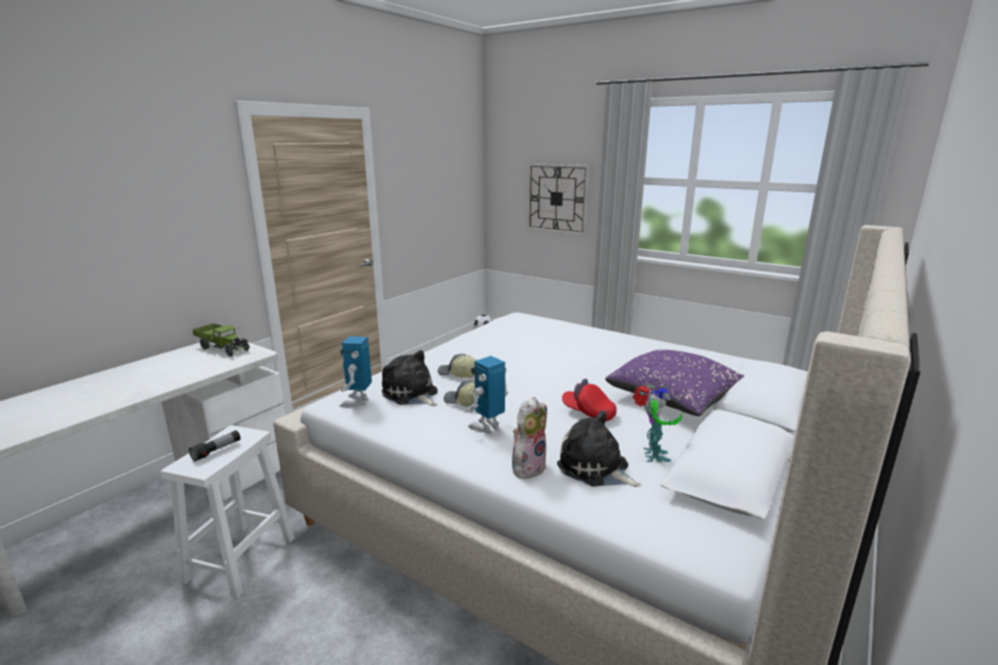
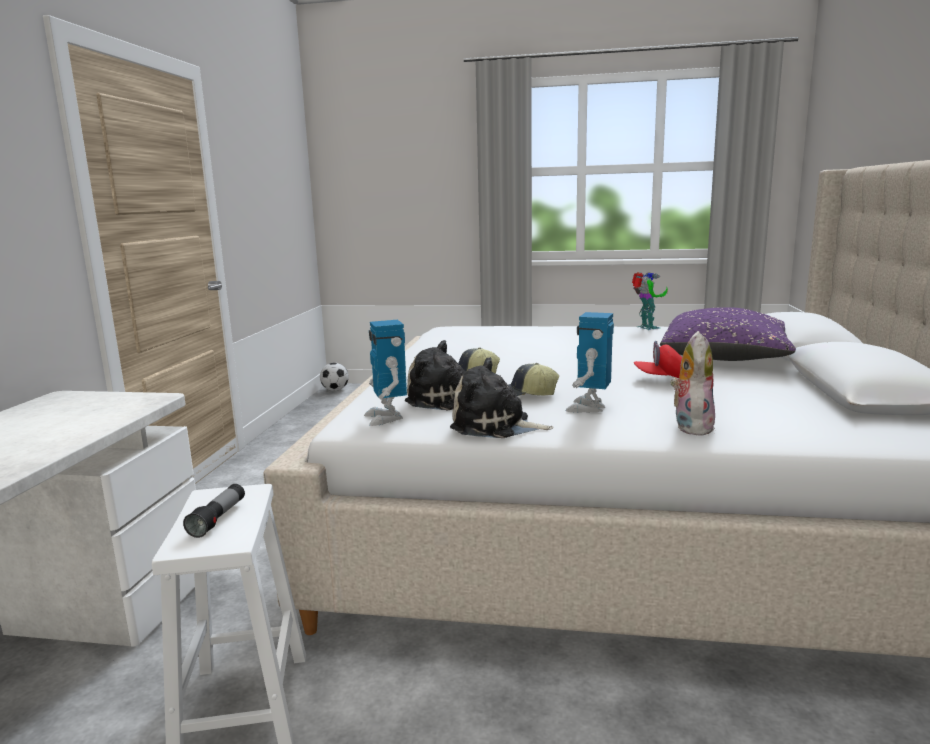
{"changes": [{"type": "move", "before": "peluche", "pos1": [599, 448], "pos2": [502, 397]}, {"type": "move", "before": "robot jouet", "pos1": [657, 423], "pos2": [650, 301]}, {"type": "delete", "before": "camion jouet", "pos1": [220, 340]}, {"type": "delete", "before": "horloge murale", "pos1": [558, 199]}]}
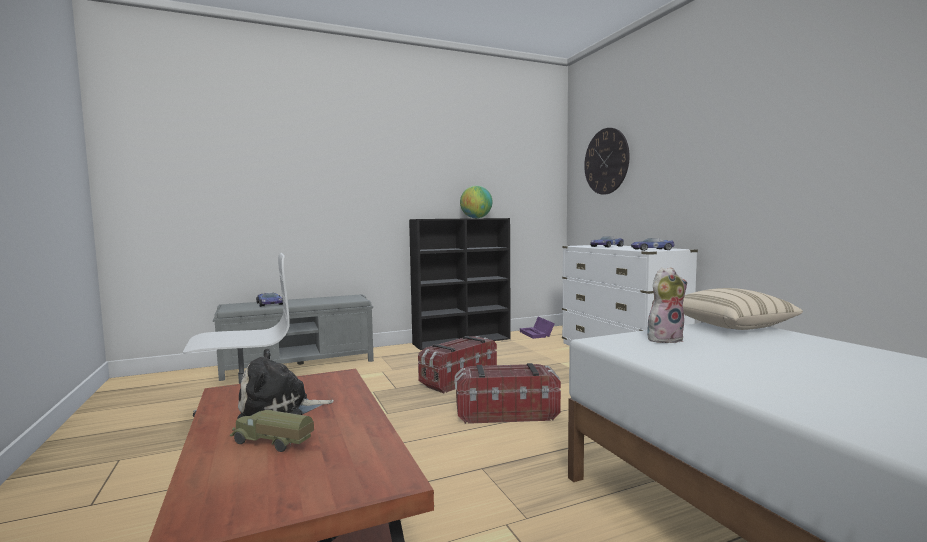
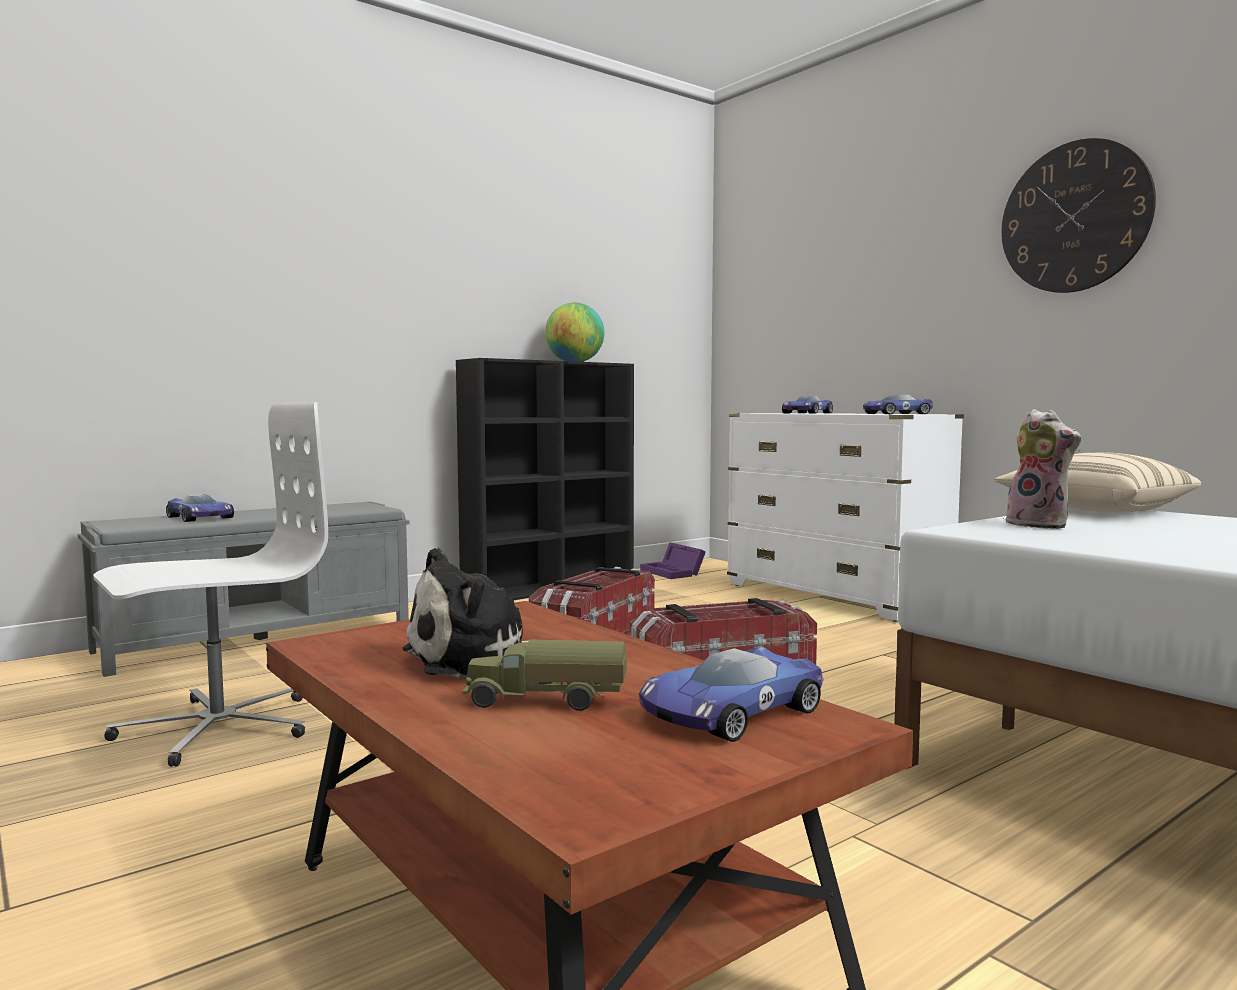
{"changes": [{"type": "insert", "after": "petite voiture", "pos2": [731, 694]}, {"type": "move", "before": "horloge murale", "pos1": [607, 161], "pos2": [1078, 215]}, {"type": "rotate", "before": "peluche", "pos1": [667, 305], "pos2": [1042, 469], "turn": 90}]}
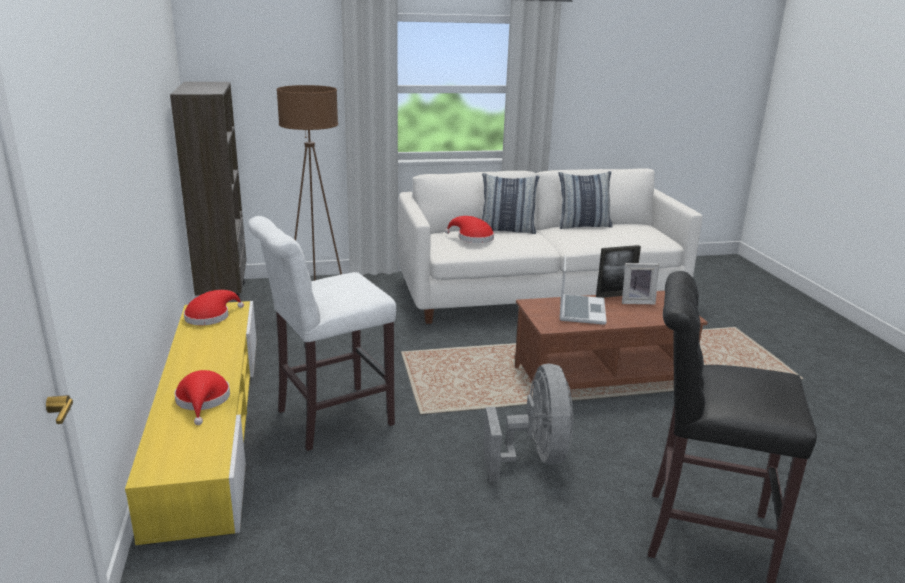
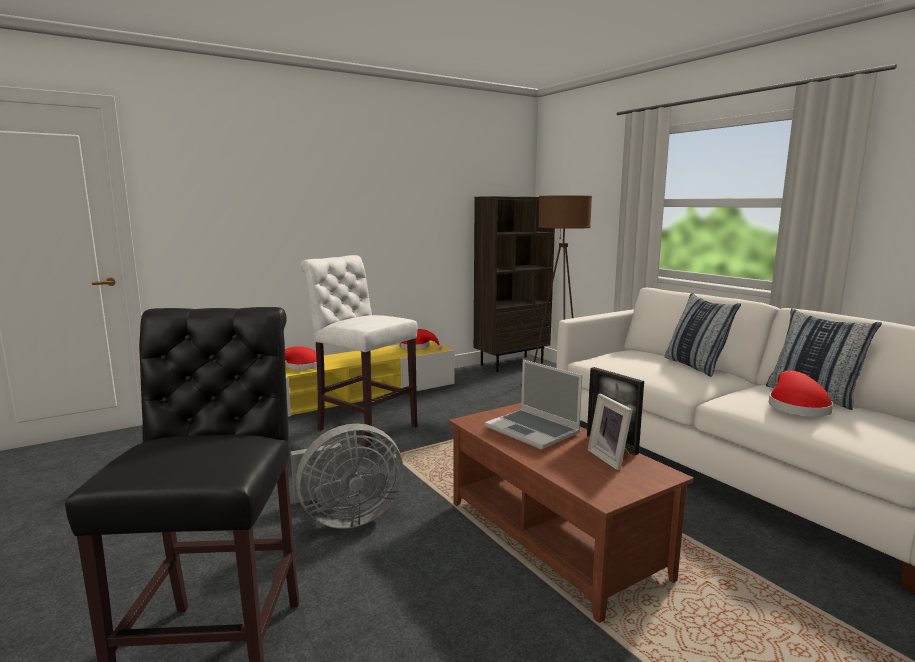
{"changes": [{"type": "rotate", "before": "ordinateur portable", "pos1": [583, 290], "pos2": [533, 404], "turn": 60}, {"type": "move", "before": "chapeau (rouge)", "pos1": [469, 229], "pos2": [801, 393]}]}
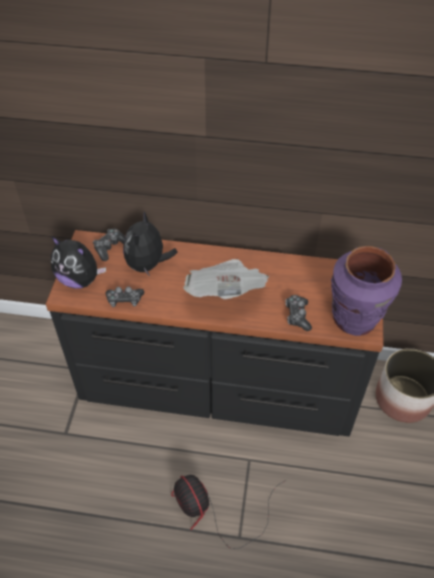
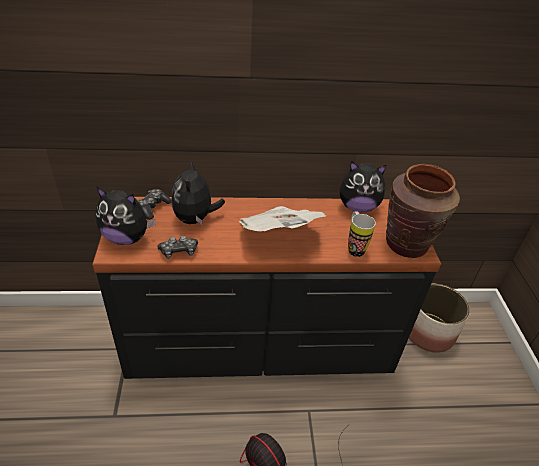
{"changes": [{"type": "insert", "after": "peluche", "pos2": [363, 186]}, {"type": "replace", "before": "manette", "after": "mug", "pos1": [298, 313], "pos2": [362, 234]}, {"type": "recolor", "before": "vase (violet)", "after": "vase (marron)", "pos1": [366, 291], "pos2": [423, 211]}]}
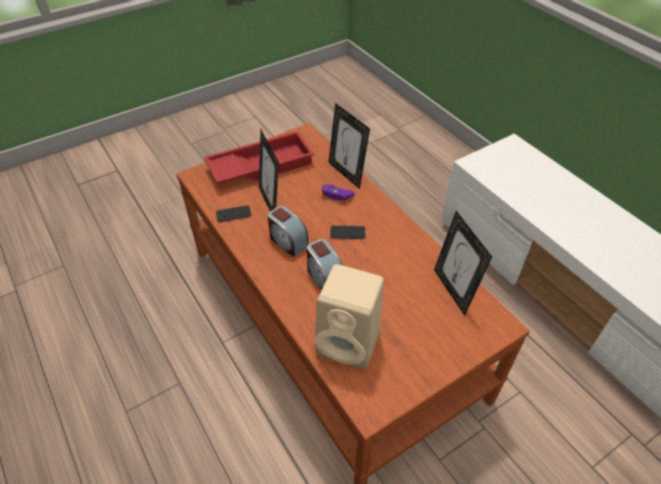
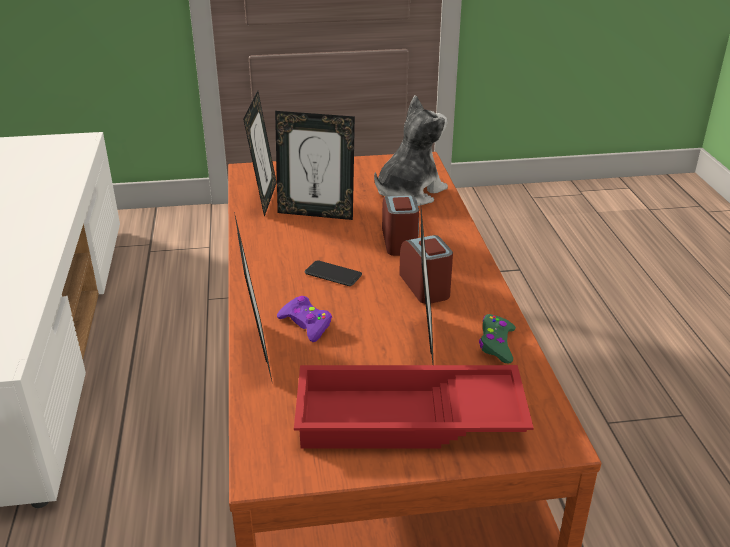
{"changes": [{"type": "insert", "after": "cadre photo", "pos2": [315, 165]}, {"type": "replace", "before": "enceinte (beige)", "after": "peluche", "pos1": [349, 316], "pos2": [411, 150]}, {"type": "replace", "before": "téléphone", "after": "manette (vert)", "pos1": [233, 213], "pos2": [497, 338]}]}
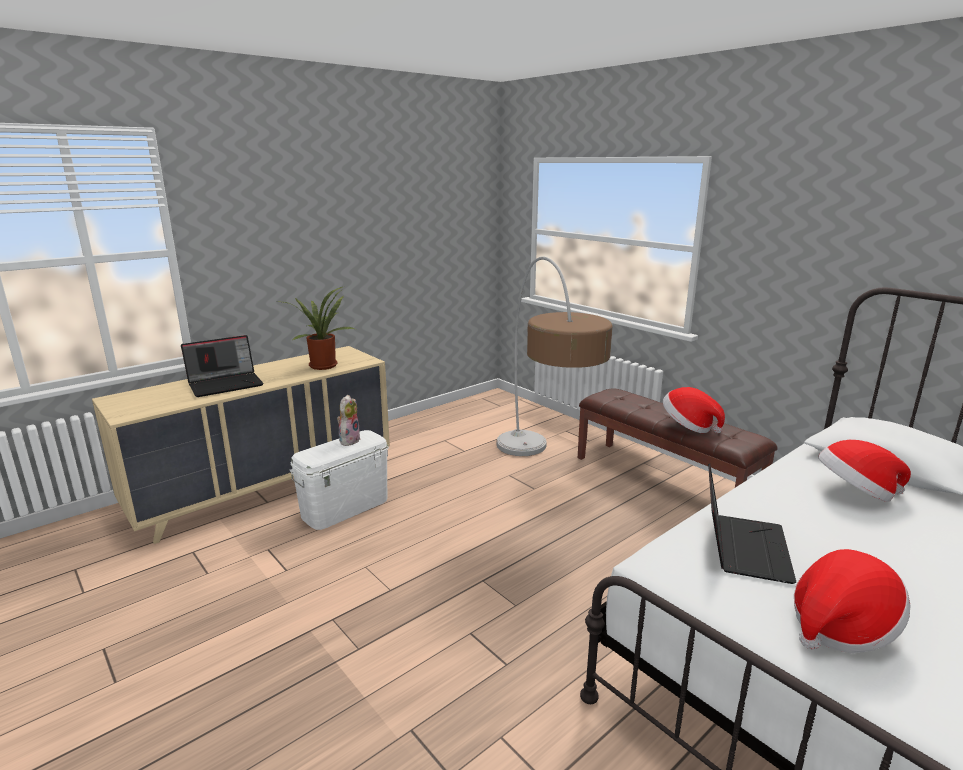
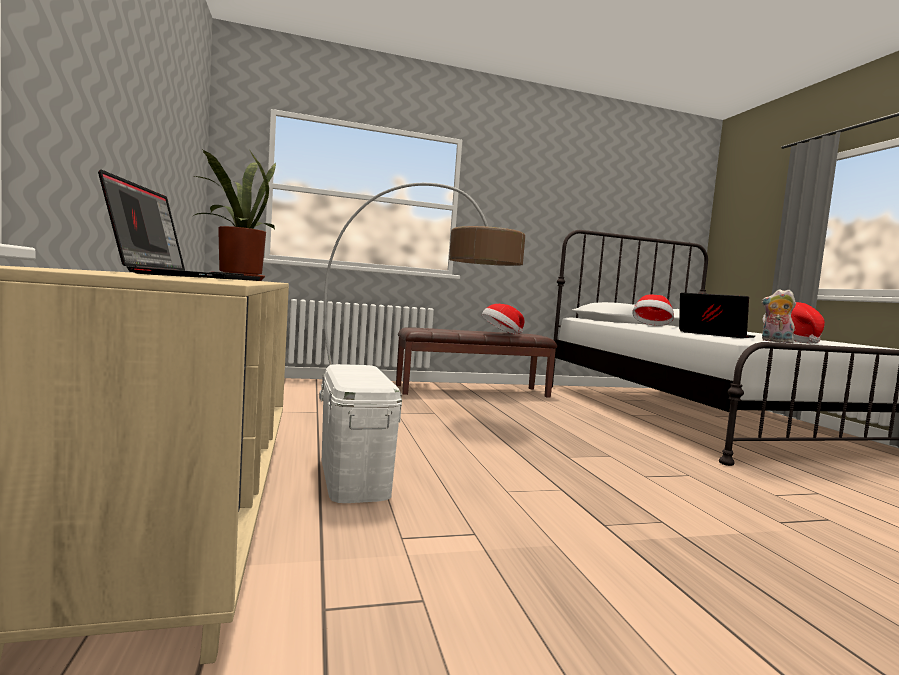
{"changes": [{"type": "move", "before": "peluche", "pos1": [348, 420], "pos2": [778, 316]}]}
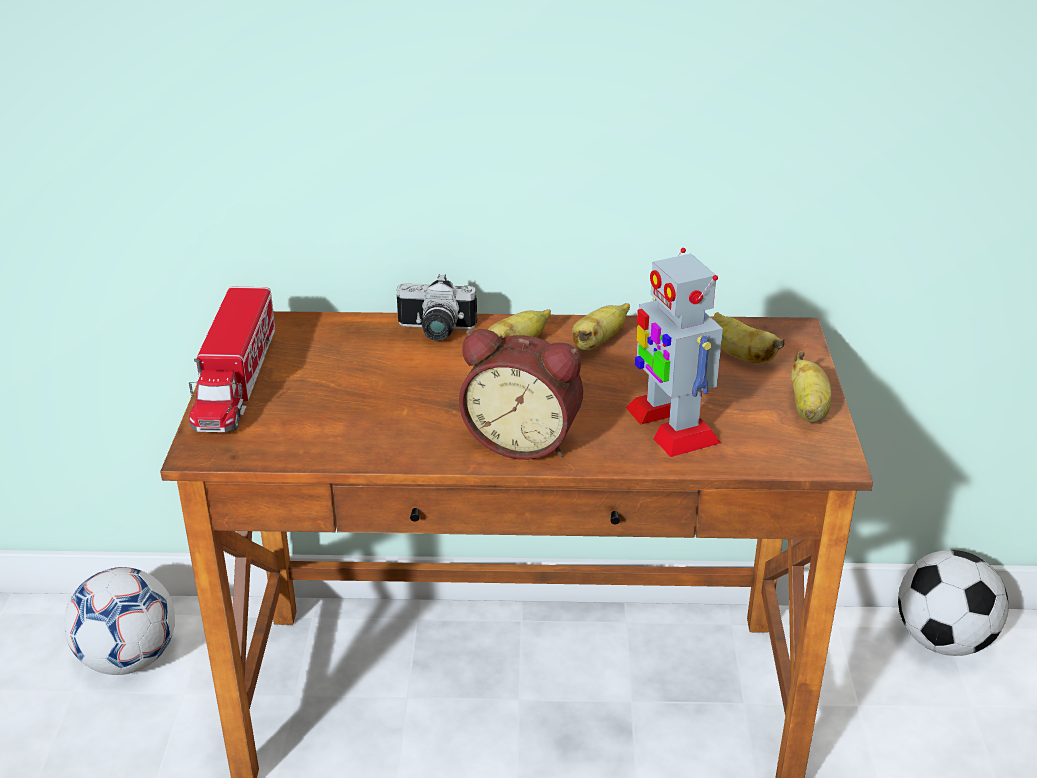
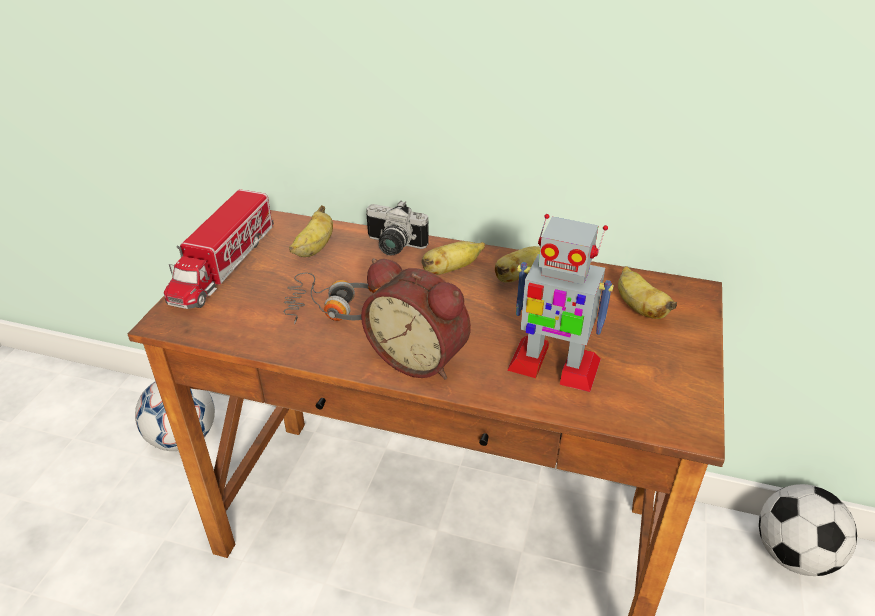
{"changes": [{"type": "insert", "after": "casque audio", "pos2": [331, 298]}, {"type": "move", "before": "banane", "pos1": [811, 387], "pos2": [311, 231]}, {"type": "rotate", "before": "robot jouet", "pos1": [674, 352], "pos2": [560, 303], "turn": -60}]}
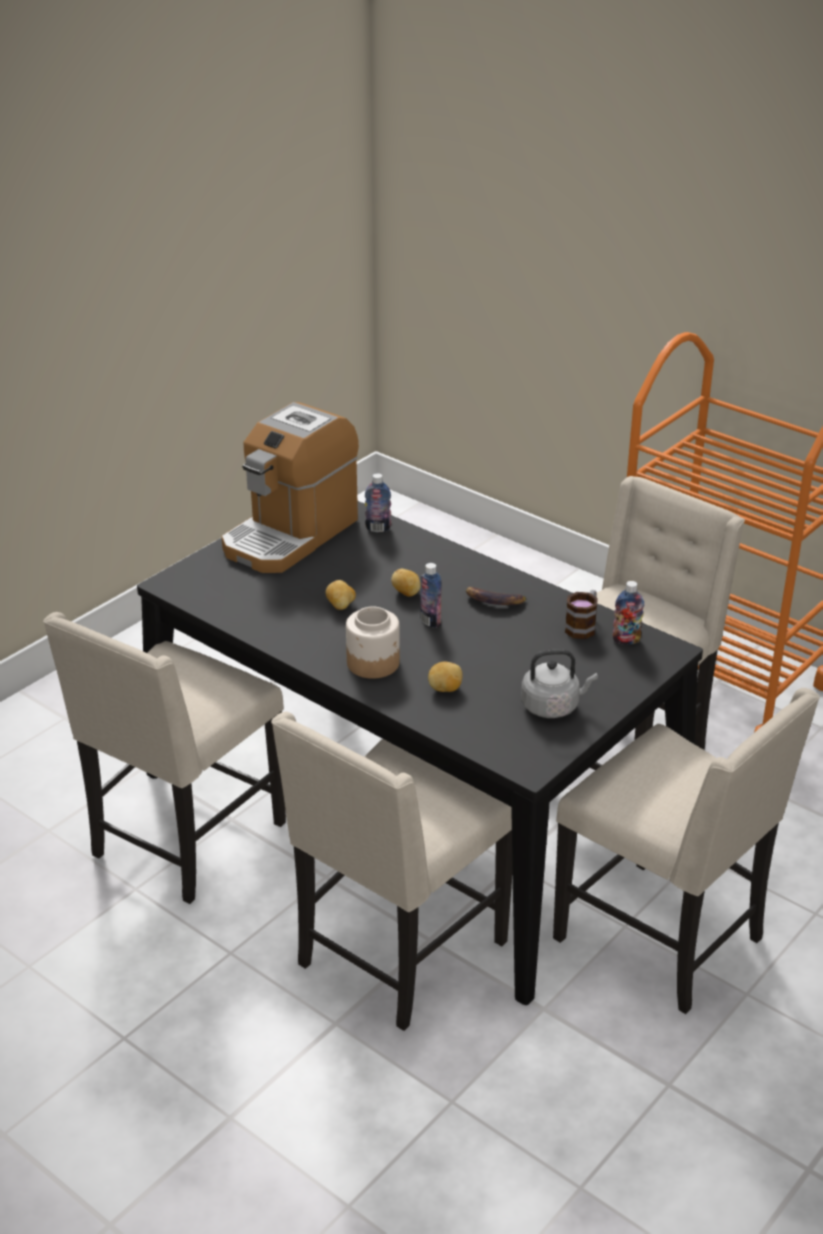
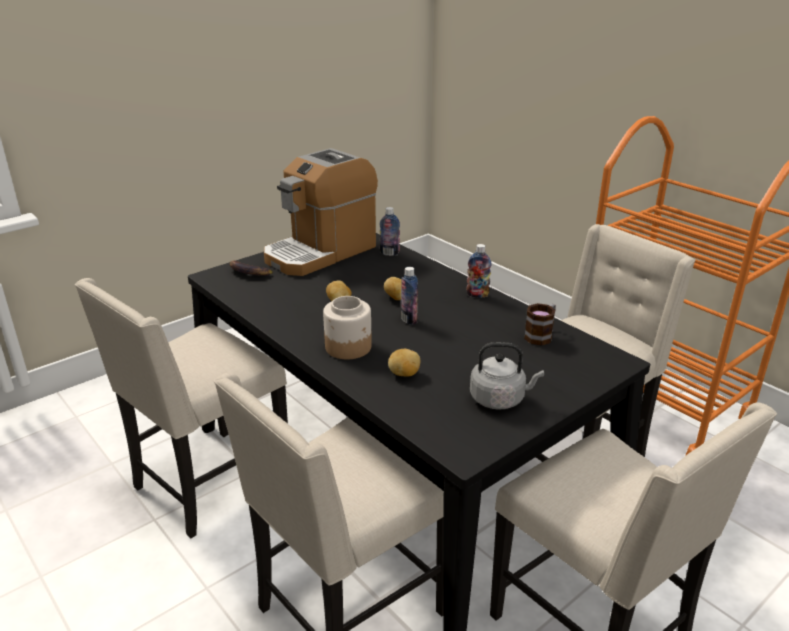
{"changes": [{"type": "move", "before": "banane", "pos1": [496, 595], "pos2": [251, 268]}, {"type": "move", "before": "bouteille", "pos1": [628, 613], "pos2": [479, 271]}]}
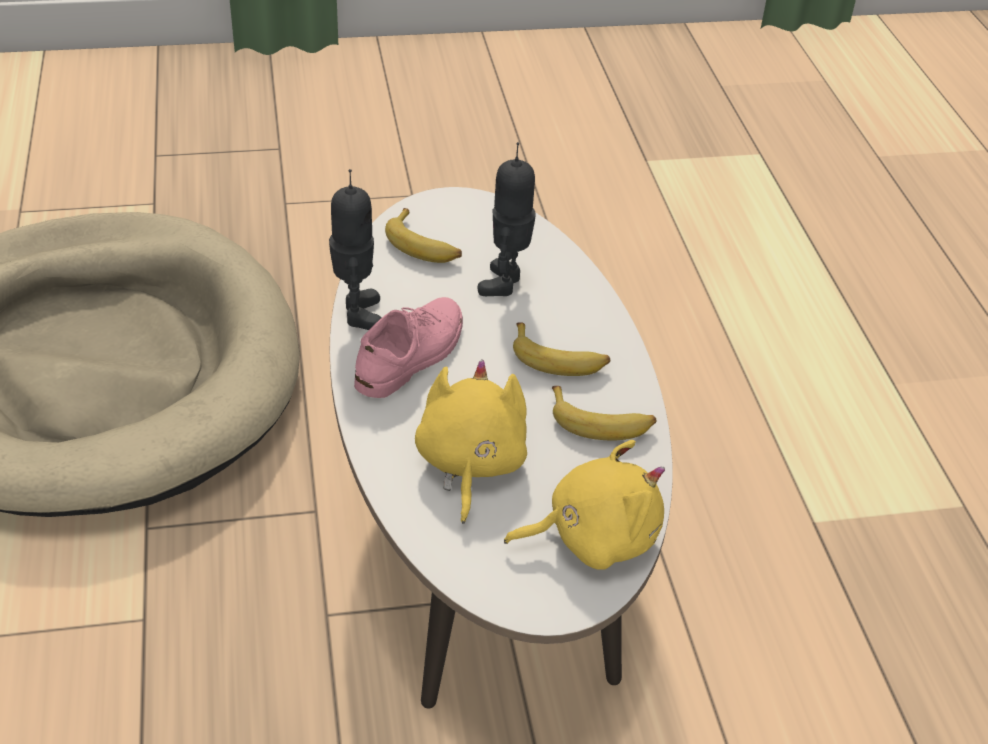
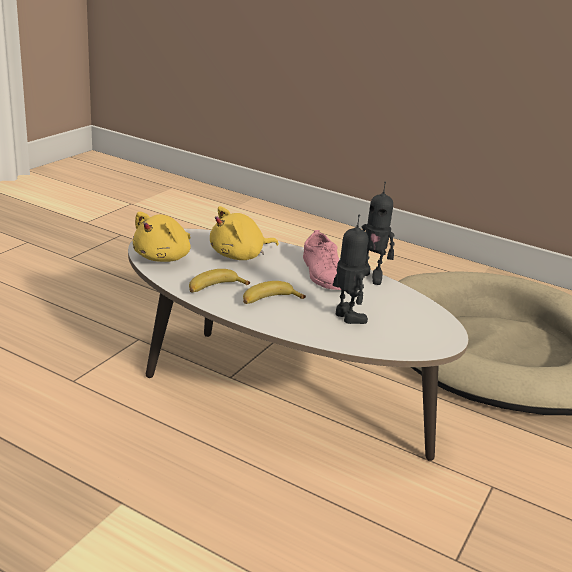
{"changes": [{"type": "rotate", "before": "peluche (jaune)", "pos1": [471, 441], "pos2": [244, 233], "turn": 105}, {"type": "delete", "before": "banane", "pos1": [423, 235]}]}
